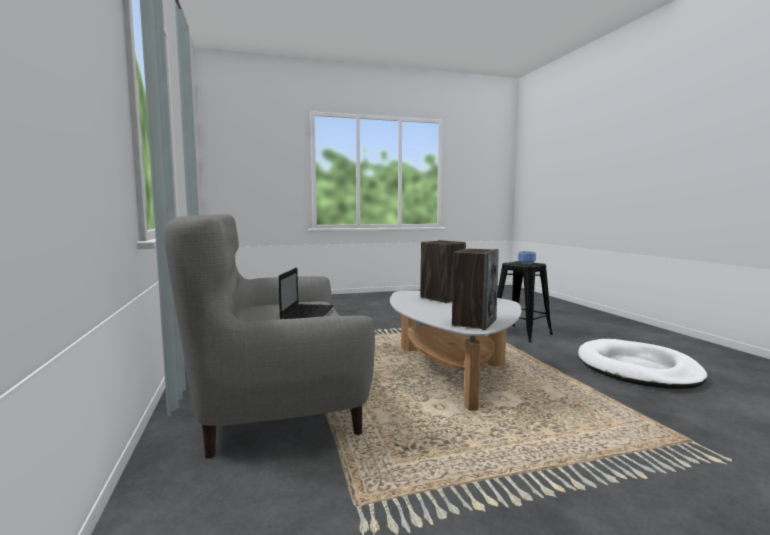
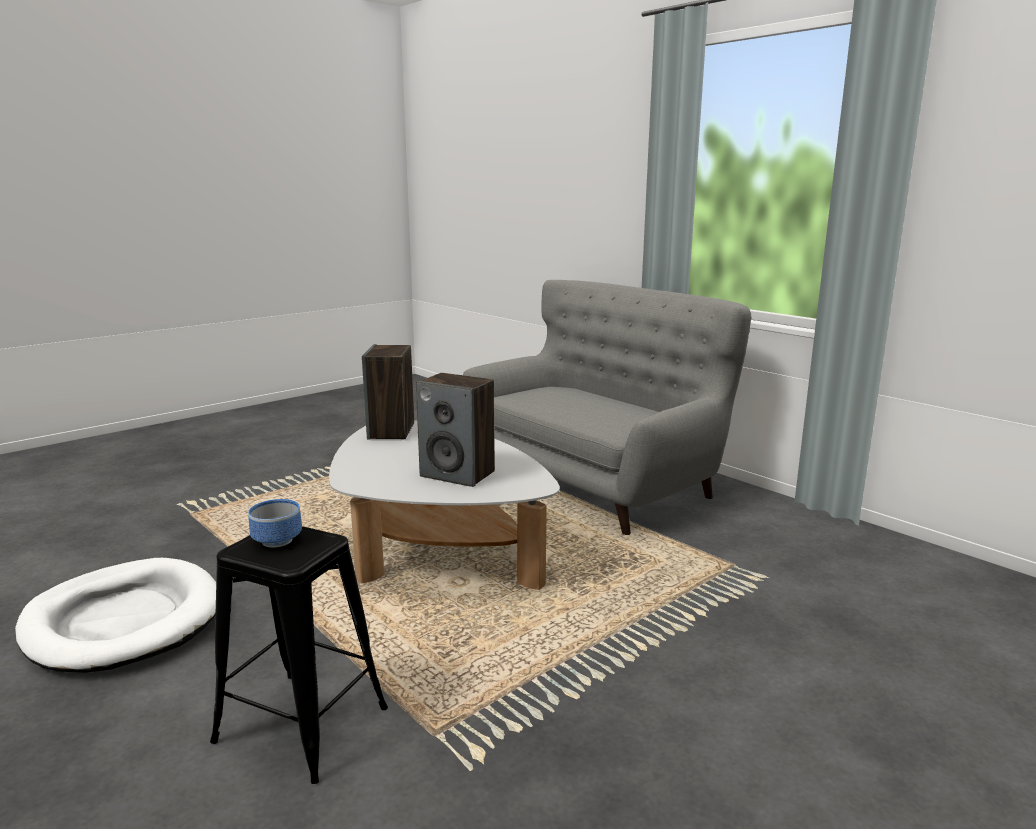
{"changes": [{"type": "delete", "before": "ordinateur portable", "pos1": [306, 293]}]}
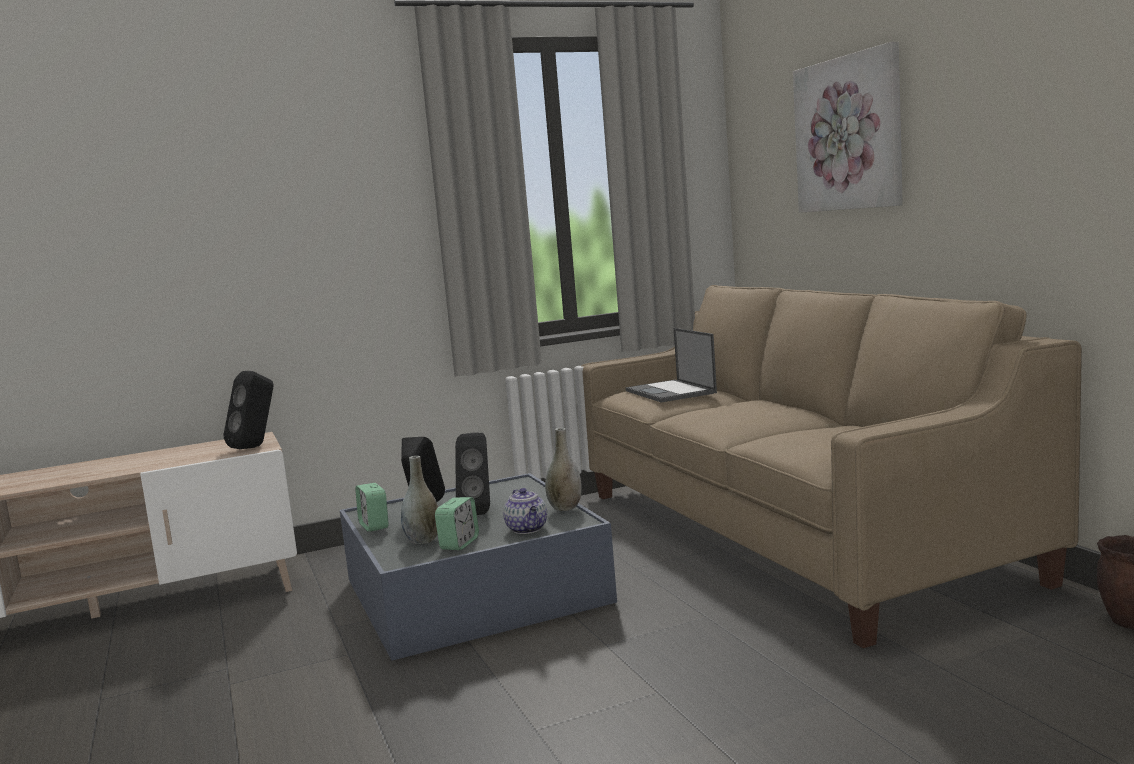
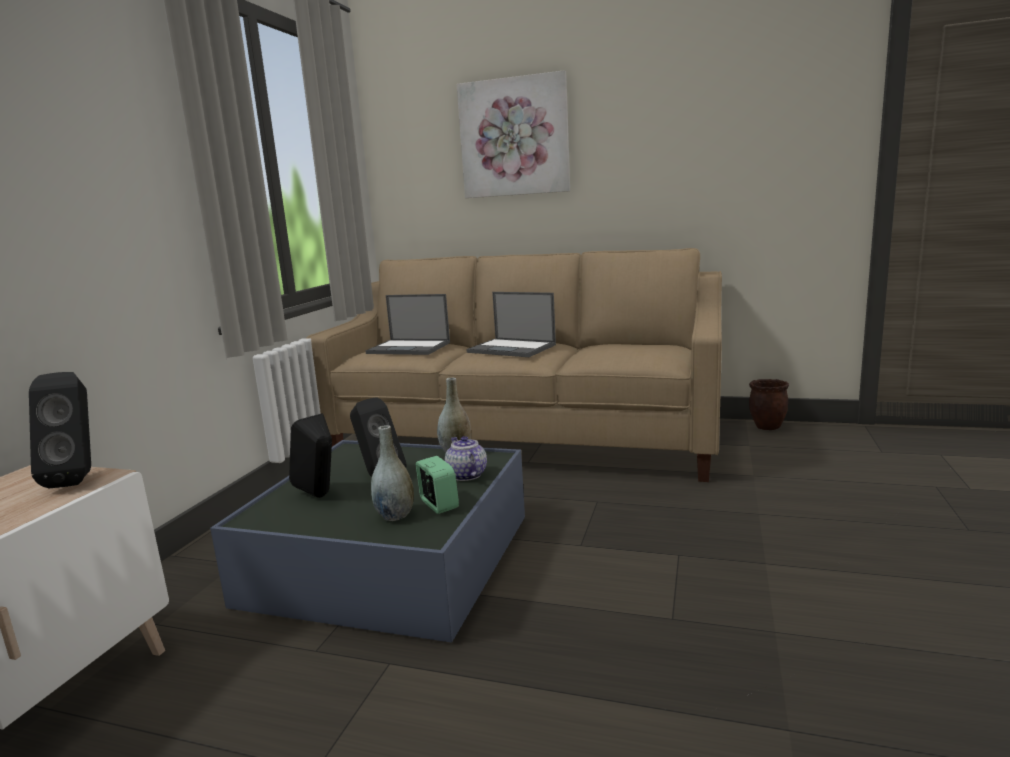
{"changes": [{"type": "rotate", "before": "théière", "pos1": [525, 511], "pos2": [466, 458], "turn": -135}, {"type": "insert", "after": "ordinateur portable", "pos2": [511, 324]}, {"type": "delete", "before": "réveil", "pos1": [372, 507]}]}
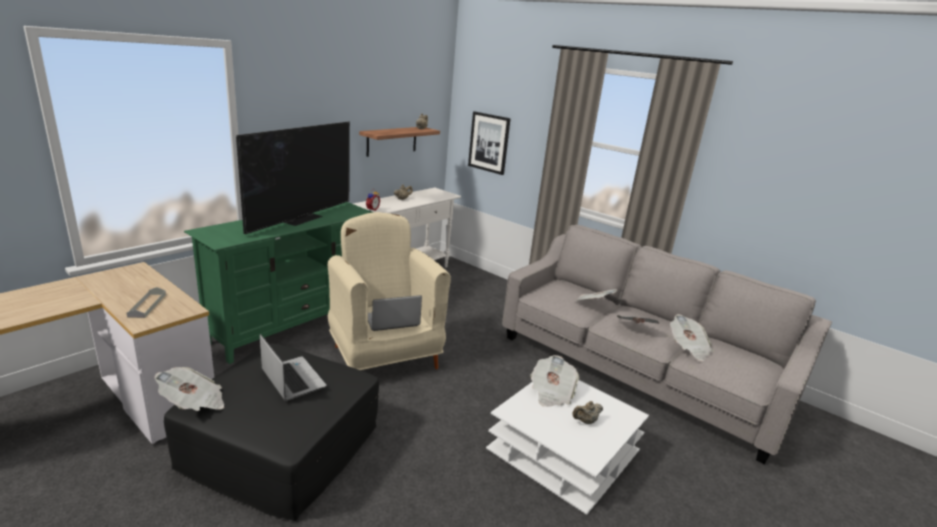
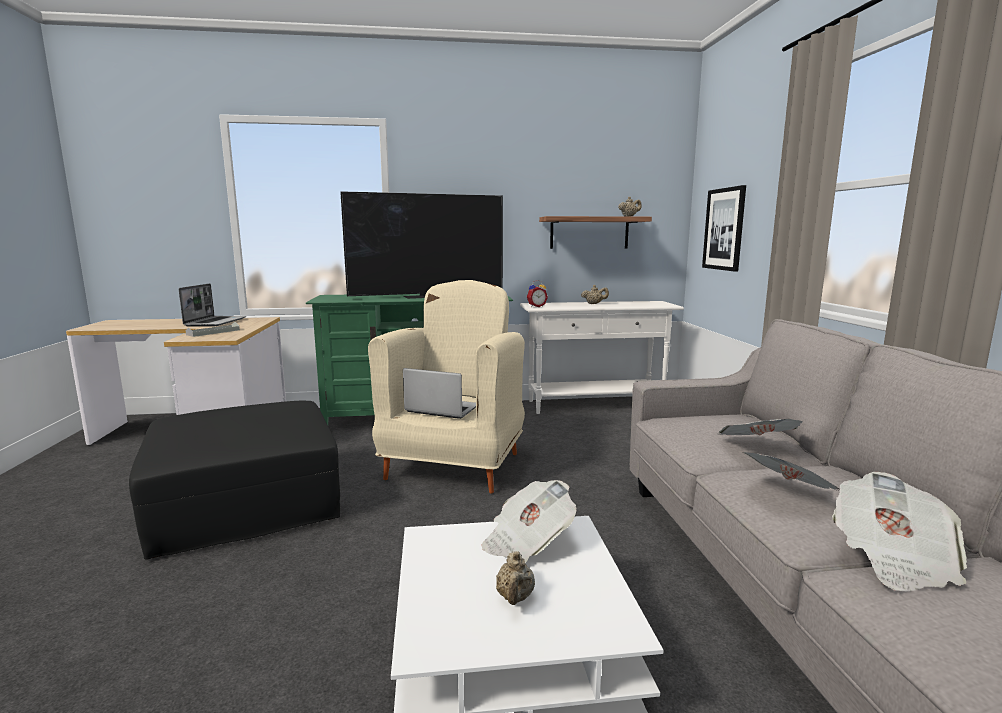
{"changes": [{"type": "move", "before": "ordinateur portable", "pos1": [293, 367], "pos2": [212, 304]}, {"type": "rotate", "before": "théière (beige)", "pos1": [587, 412], "pos2": [515, 578], "turn": -105}, {"type": "delete", "before": "journal", "pos1": [189, 389]}]}
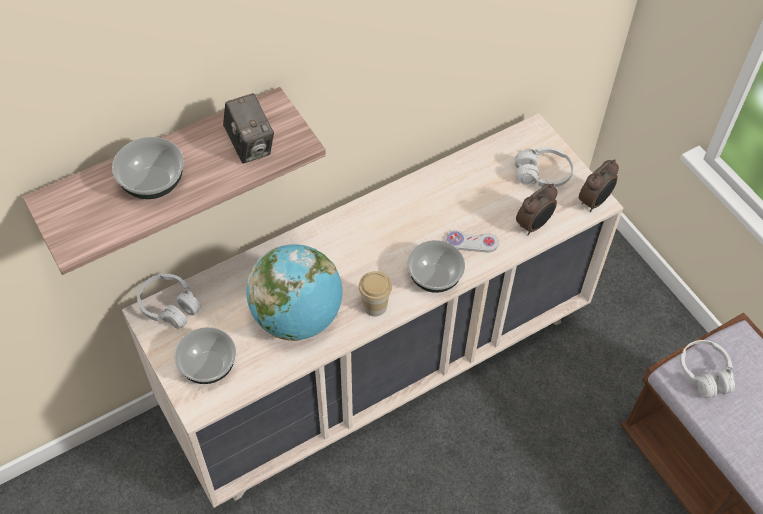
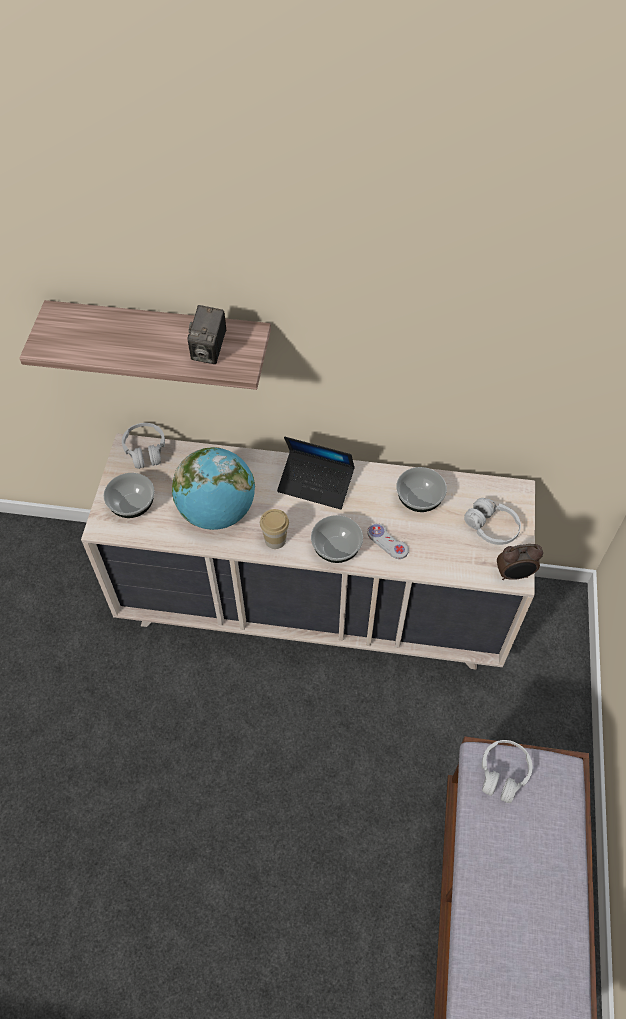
{"changes": [{"type": "insert", "after": "ordinateur portable", "pos2": [316, 473]}, {"type": "move", "before": "bol", "pos1": [148, 168], "pos2": [421, 489]}, {"type": "delete", "before": "réveil", "pos1": [537, 210]}]}
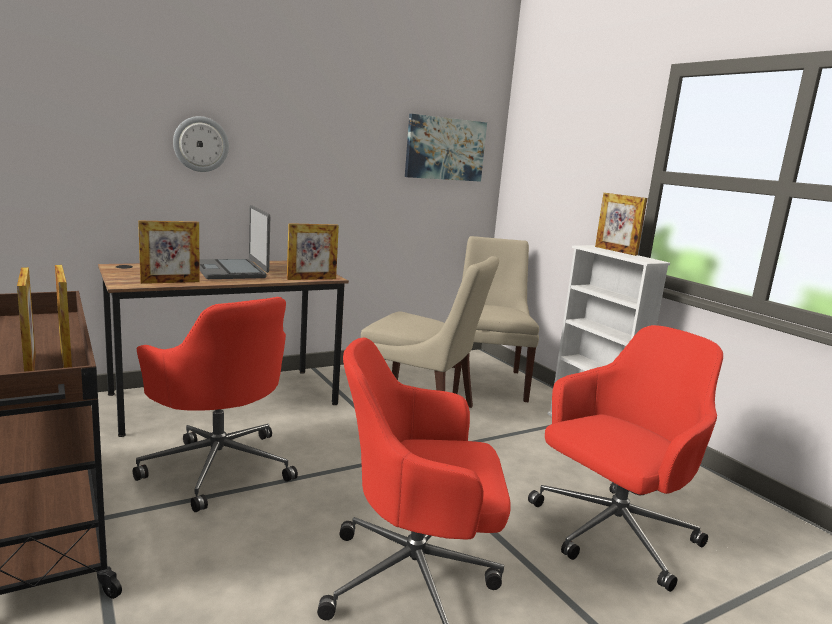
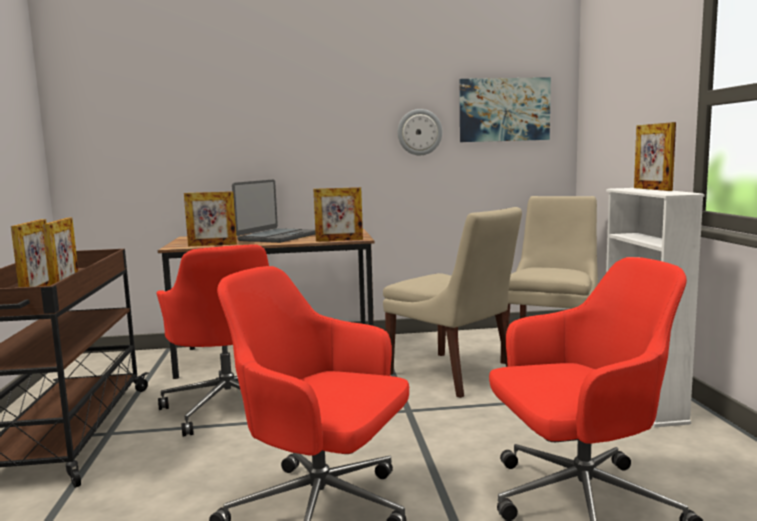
{"changes": [{"type": "rotate", "before": "ordinateur portable", "pos1": [234, 242], "pos2": [274, 211], "turn": -150}, {"type": "move", "before": "horloge murale", "pos1": [201, 144], "pos2": [420, 132]}]}
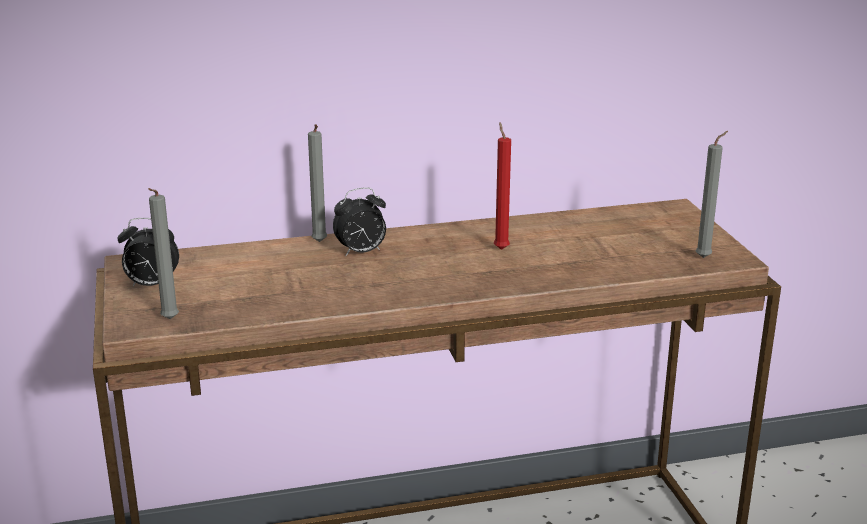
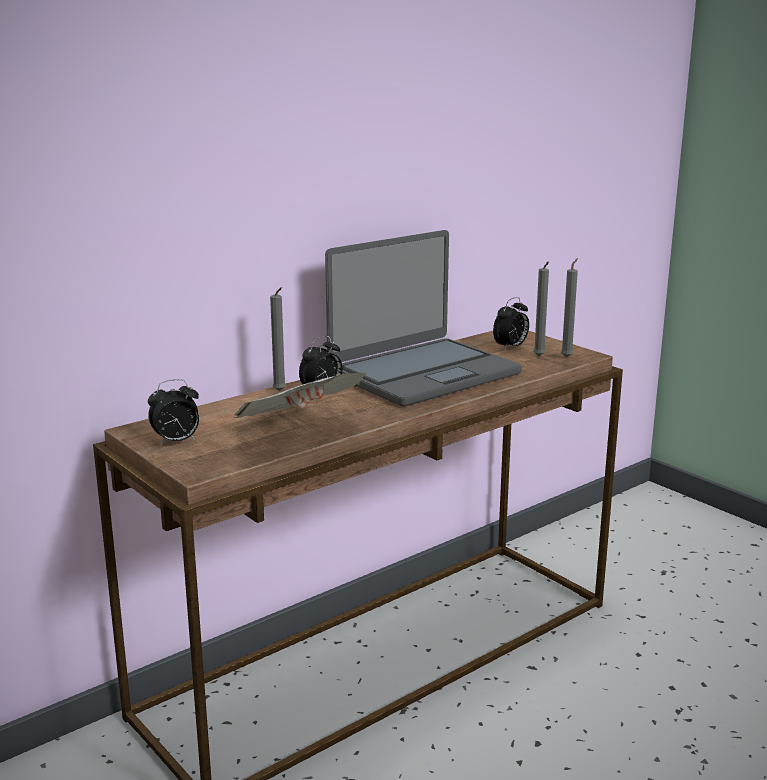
{"changes": [{"type": "insert", "after": "journal", "pos2": [300, 395]}, {"type": "replace", "before": "bougie (rouge)", "after": "ordinateur portable", "pos1": [502, 186], "pos2": [423, 318]}, {"type": "insert", "after": "réveil", "pos2": [511, 324]}, {"type": "move", "before": "bougie (gris)", "pos1": [163, 253], "pos2": [541, 309]}]}
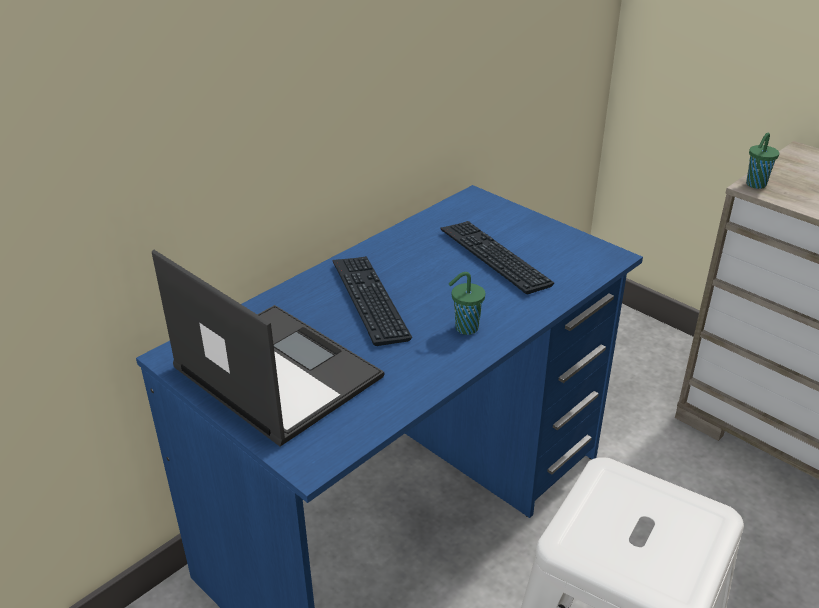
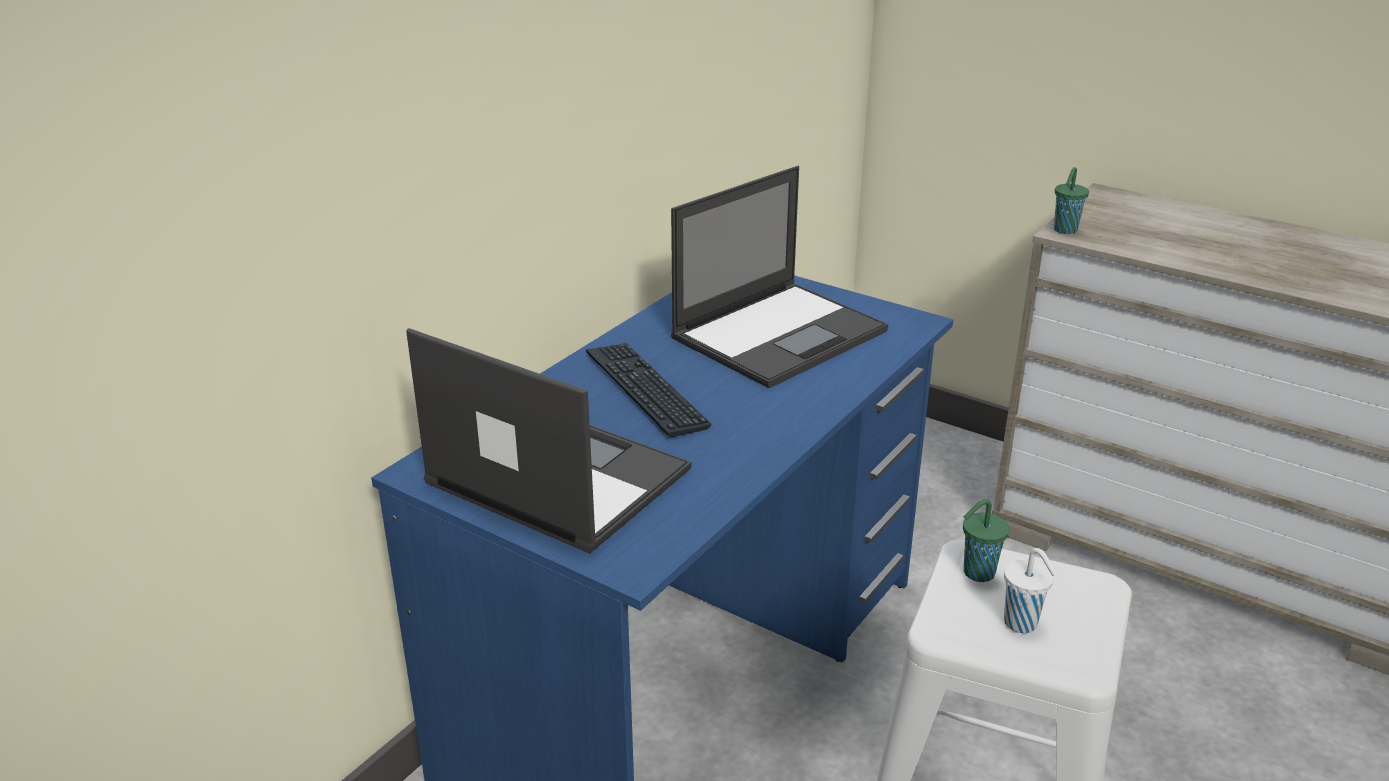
{"changes": [{"type": "replace", "before": "clavier", "after": "ordinateur portable", "pos1": [497, 258], "pos2": [779, 277]}, {"type": "move", "before": "tasse (vert)", "pos1": [467, 303], "pos2": [986, 540]}, {"type": "insert", "after": "tasse (blanc)", "pos2": [1030, 590]}]}
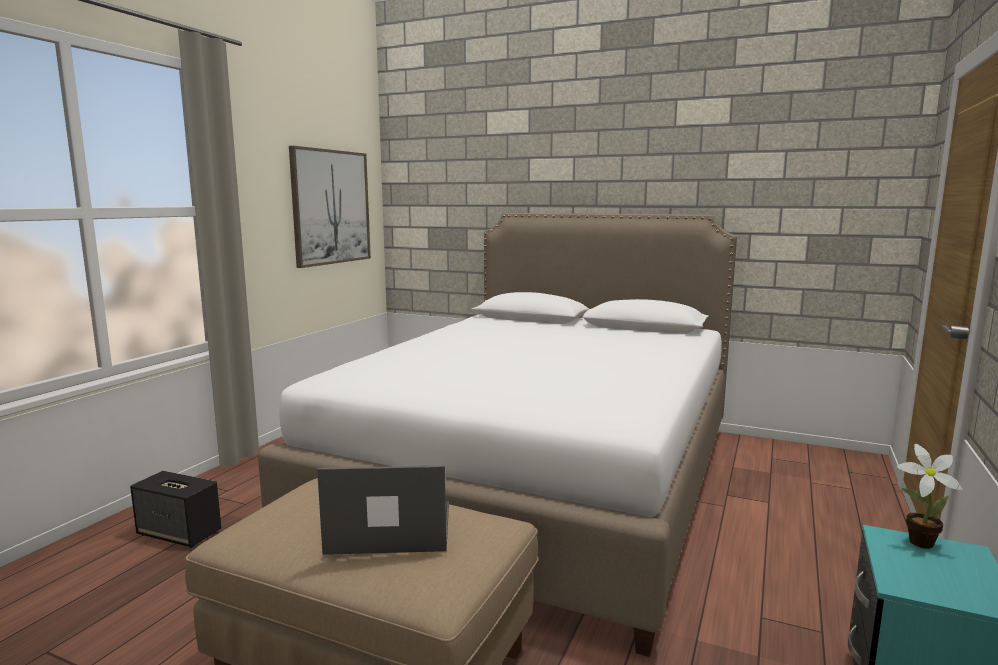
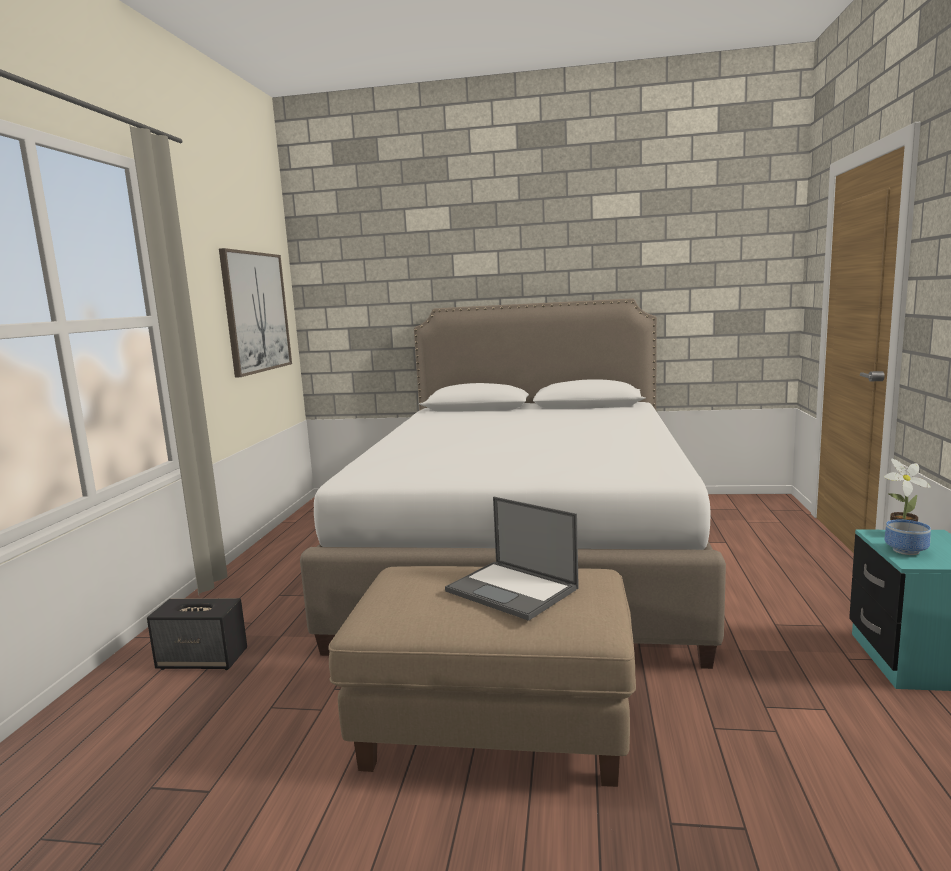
{"changes": [{"type": "rotate", "before": "ordinateur portable", "pos1": [383, 510], "pos2": [512, 559], "turn": -120}, {"type": "insert", "after": "bol", "pos2": [908, 537]}]}
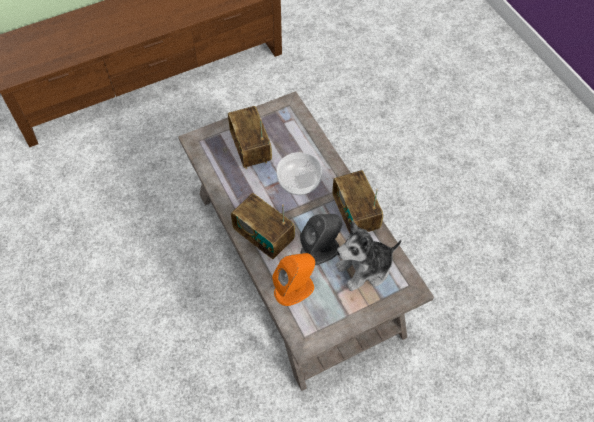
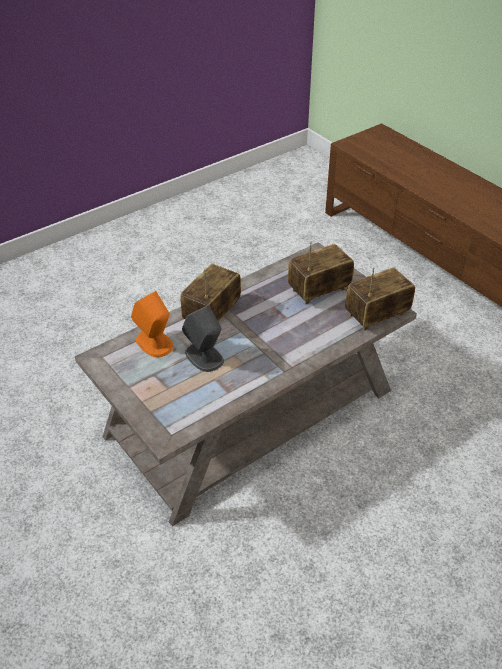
{"changes": [{"type": "move", "before": "radio", "pos1": [358, 201], "pos2": [380, 299]}, {"type": "delete", "before": "bol", "pos1": [299, 173]}, {"type": "delete", "before": "peluche", "pos1": [368, 256]}]}
